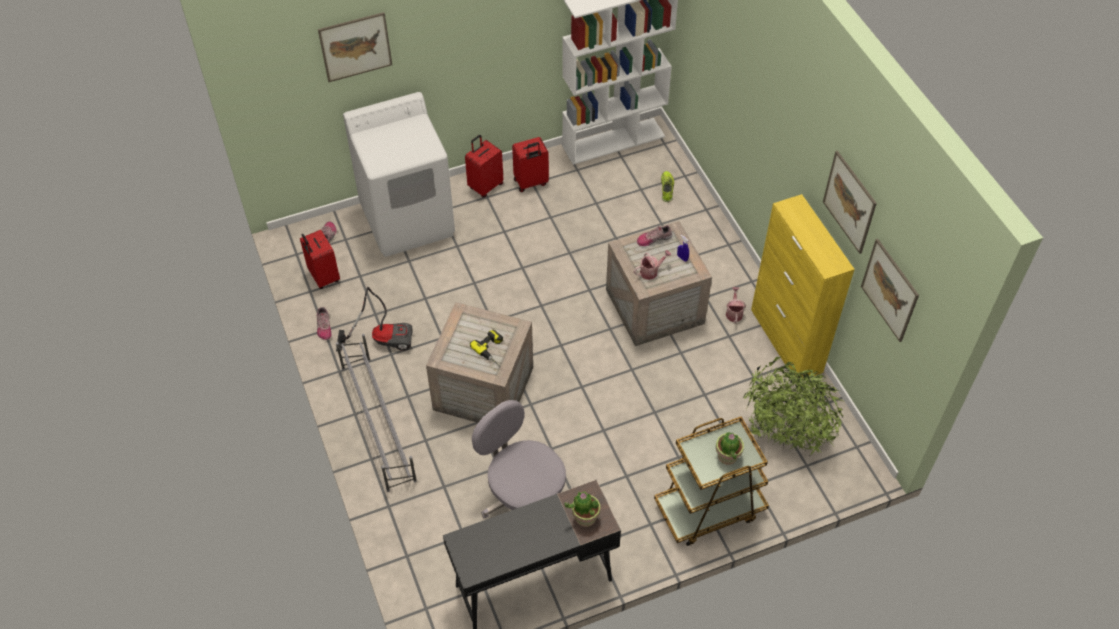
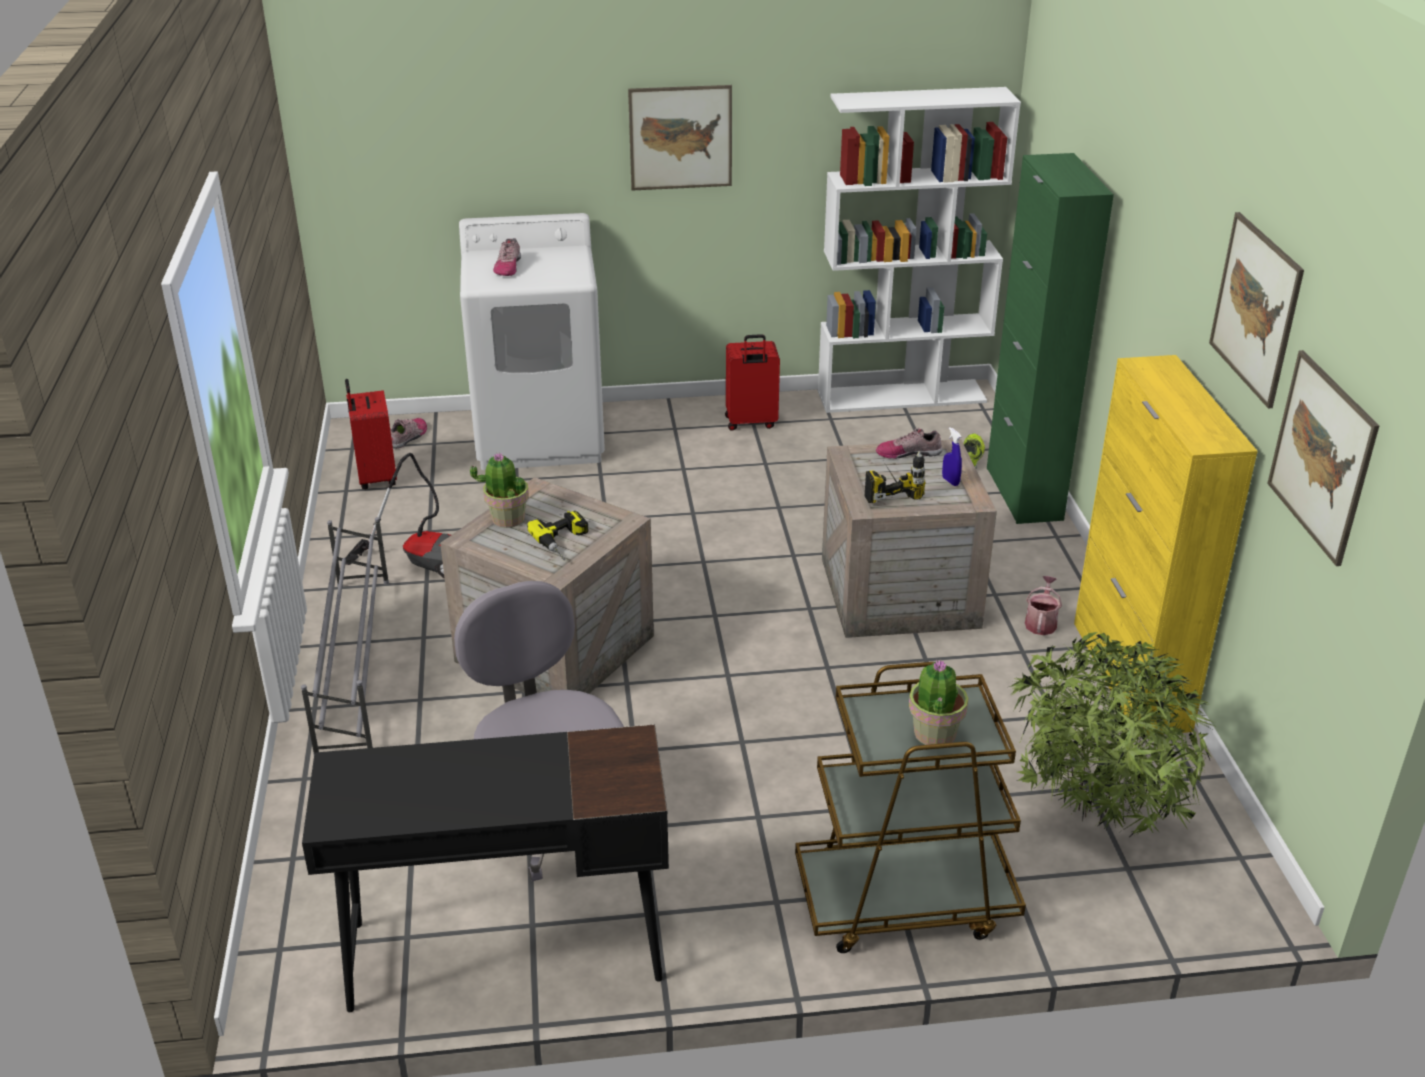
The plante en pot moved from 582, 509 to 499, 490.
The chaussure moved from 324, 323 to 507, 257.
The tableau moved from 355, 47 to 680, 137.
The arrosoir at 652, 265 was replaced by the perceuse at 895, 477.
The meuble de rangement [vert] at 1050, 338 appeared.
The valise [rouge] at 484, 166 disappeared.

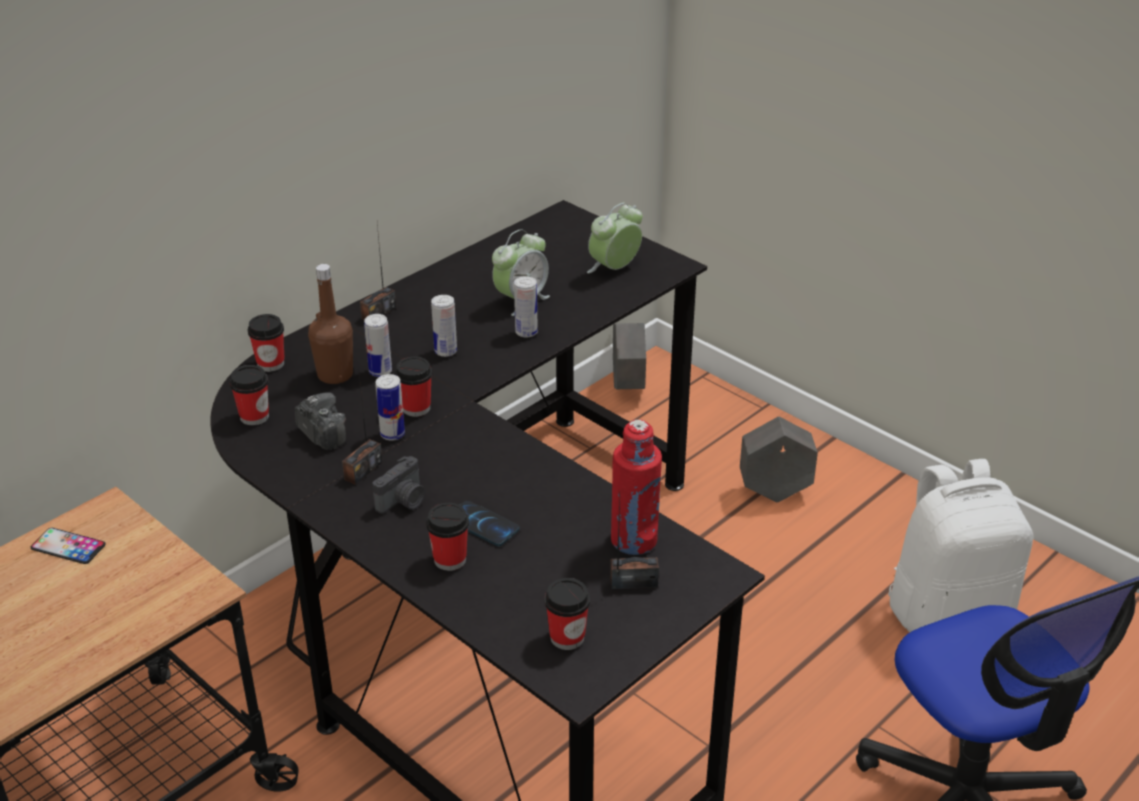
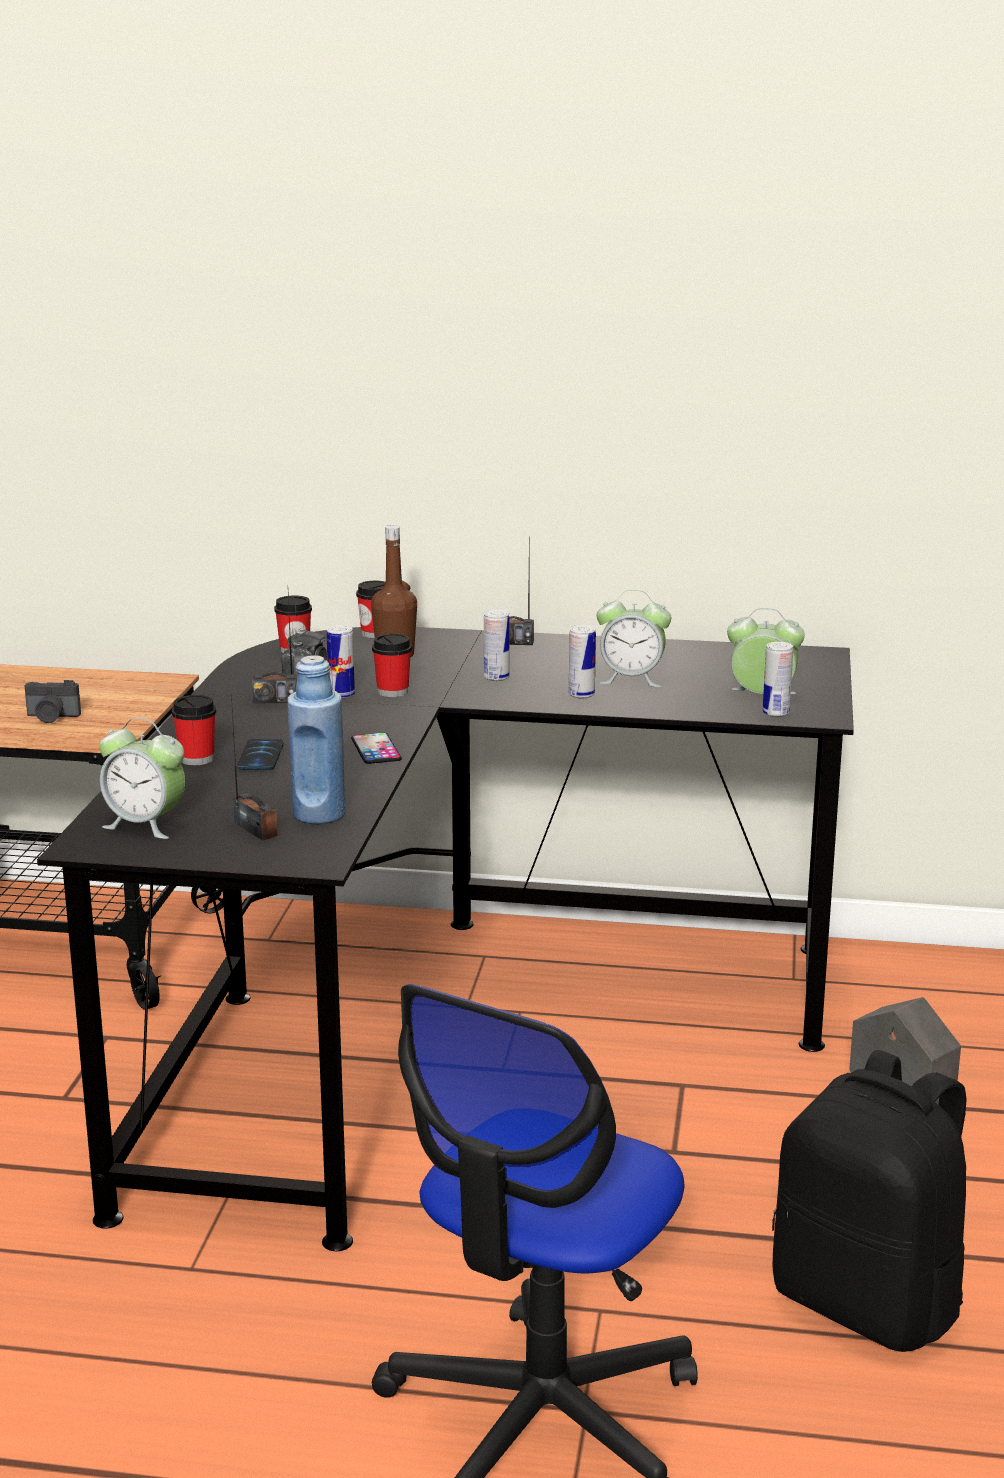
The appareil photo moved from 398, 485 to 52, 701.
The tasse at 567, 614 was replaced by the réveil at 142, 778.
The bouteille [rouge] at 636, 487 became the bouteille [bleu] at 316, 740.
The téléphone moved from 68, 546 to 376, 748.
The boîte métallique moved from 378, 345 to 778, 679.
The sac à dos [blanc] at 960, 545 became the sac à dos [noir] at 869, 1201.
The cache-pot [gris] at 629, 356 disappeared.

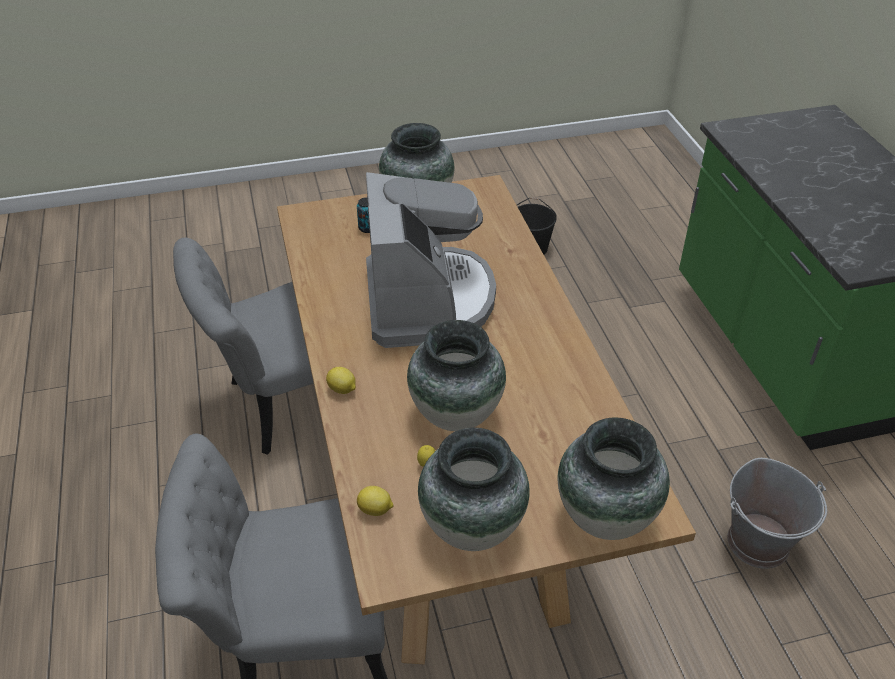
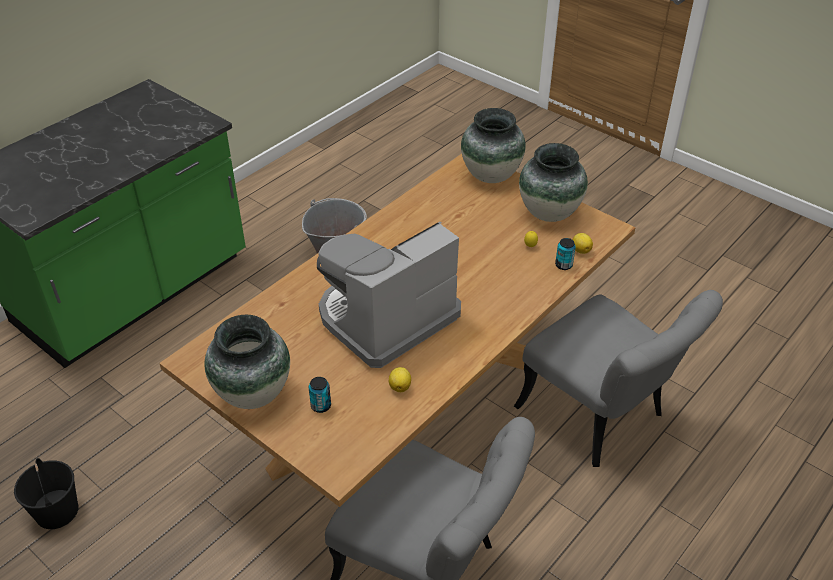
The citron moved from 341, 380 to 400, 379.
The boîte métallique at 565, 254 appeared.
The vase at 456, 375 disappeared.

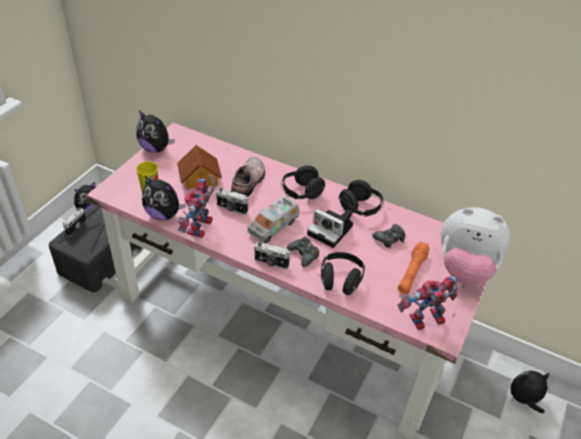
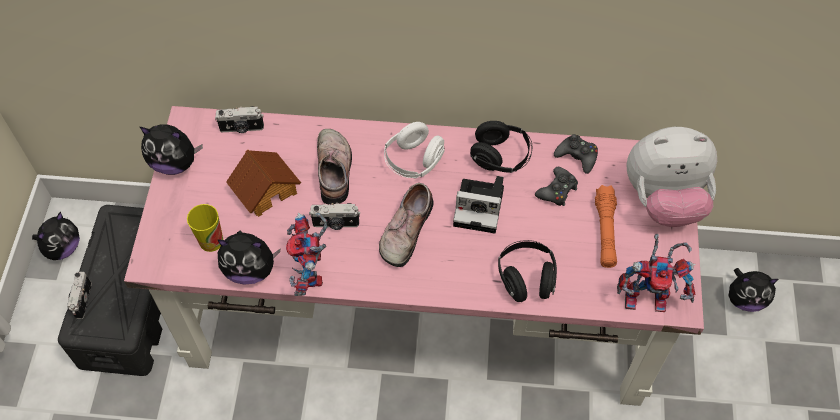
The appareil photo moved from 272, 255 to 239, 119.
The camion jouet at 273, 219 was replaced by the chaussure at 406, 225.
The casque audio [noir] at 303, 182 became the casque audio [blanc] at 414, 150.
The manette [noir] moved from 303, 252 to 576, 154.
The robot jouet at 427, 303 turned 135 degrees counterclockwise.
The peluche at 530, 392 turned 150 degrees counterclockwise.

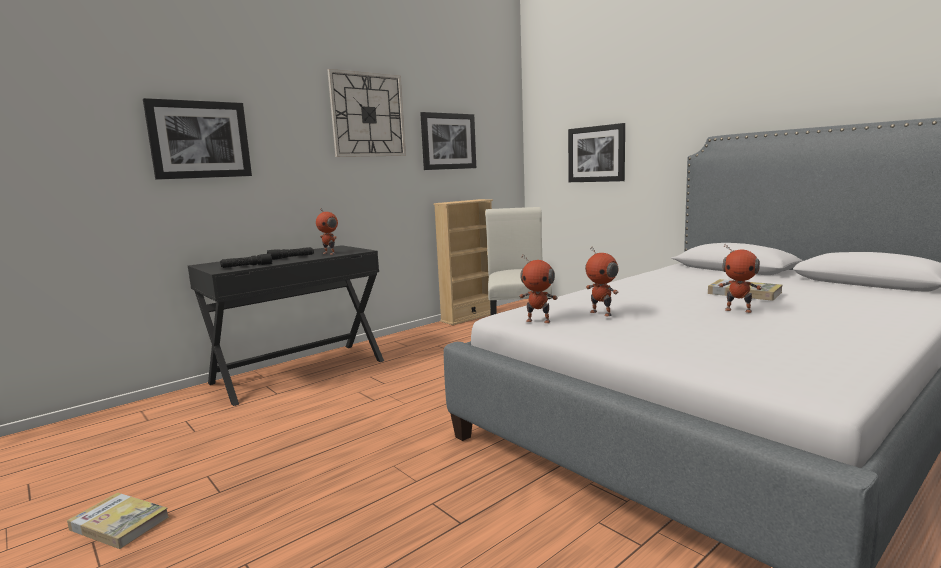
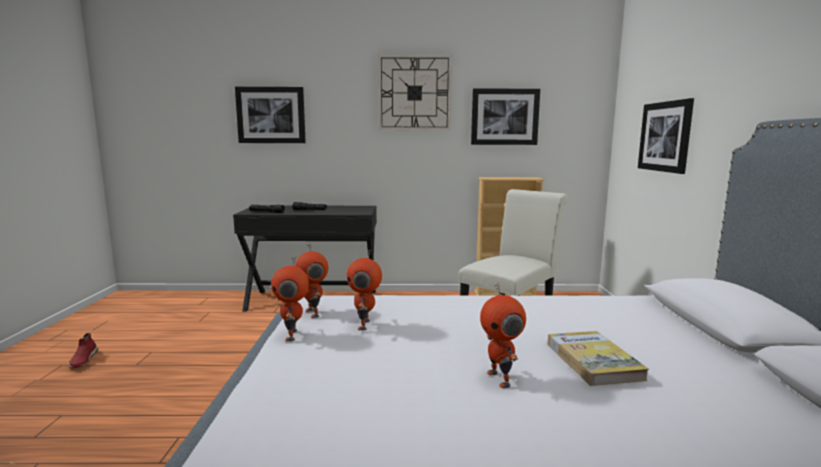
The livre at 118, 521 was replaced by the chaussure [rouge] at 84, 350.
The robot jouet moved from 327, 232 to 290, 300.

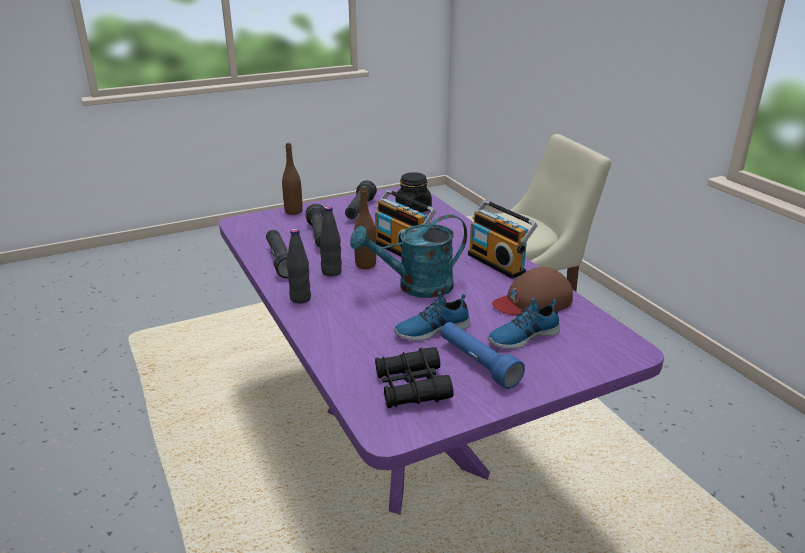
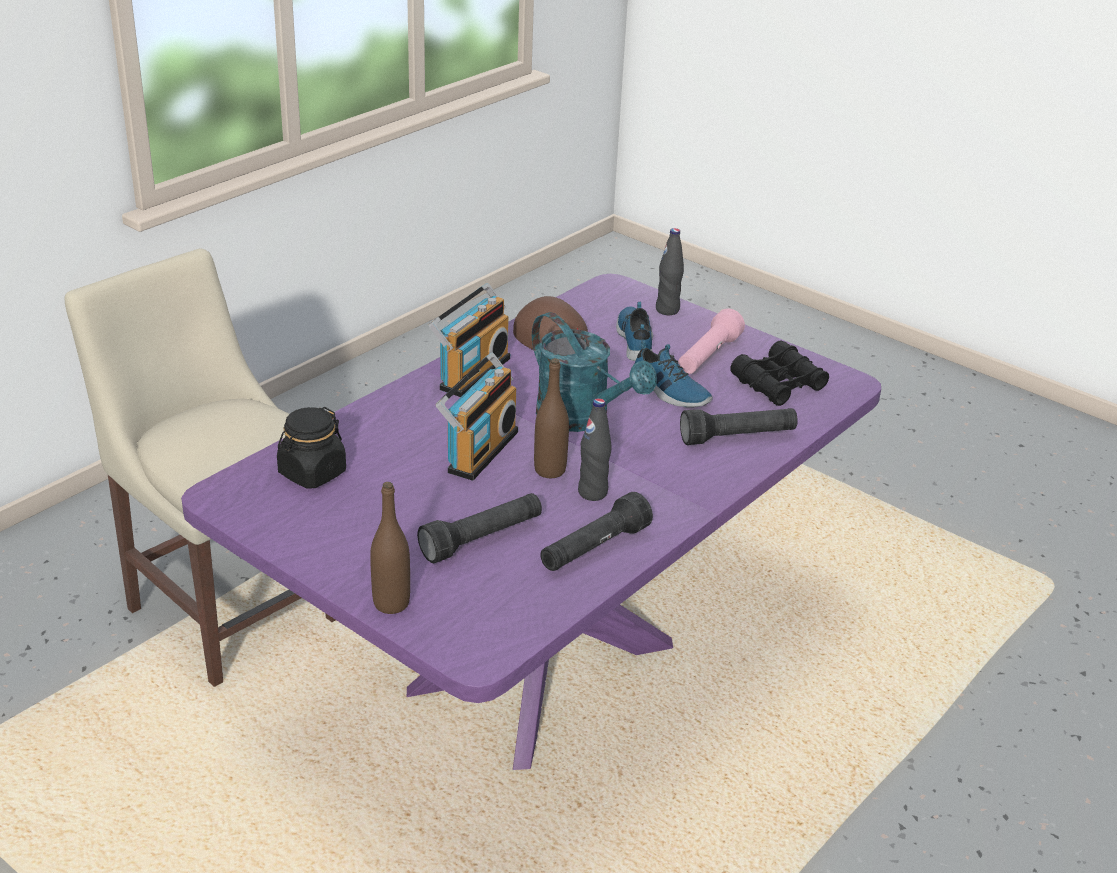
The chaussure at 524, 323 turned 135 degrees counterclockwise.
The bouteille [noir] moved from 299, 266 to 670, 271.
The lampe de poche [bleu] at 482, 355 became the lampe de poche [rose] at 711, 341.
The lampe de poche [noir] moved from 361, 199 to 739, 426.

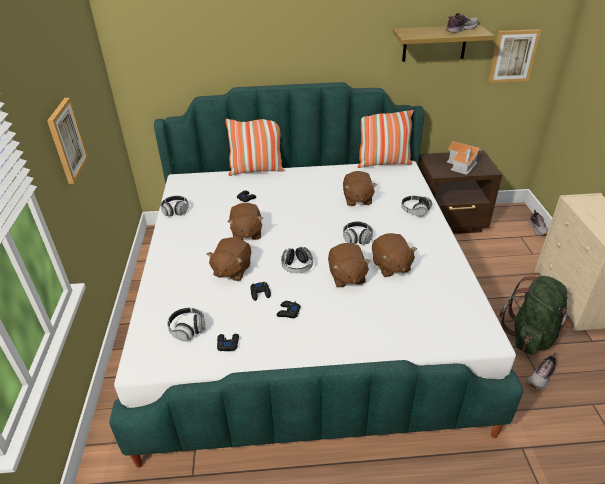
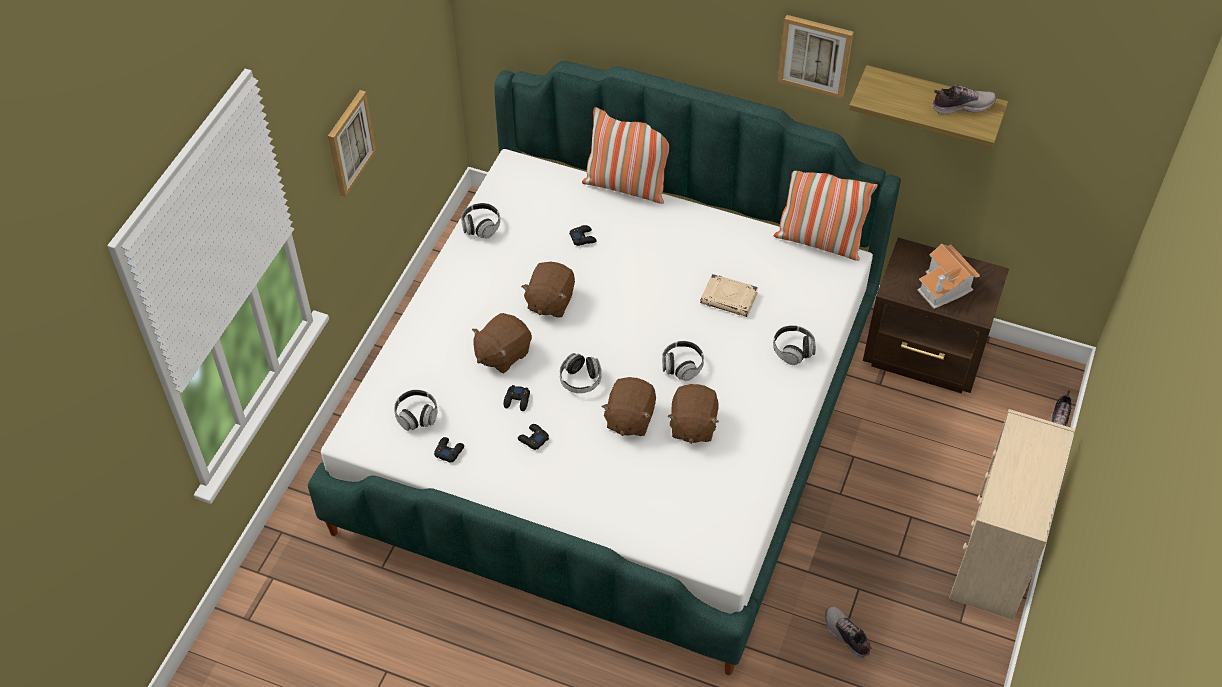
The peluche [marron] at 360, 188 was replaced by the livre [beige] at 729, 295.
The tableau moved from 514, 56 to 816, 57.
The chaussure at 542, 371 turned 75 degrees clockwise.
The sac à dos [vert] at 535, 315 disappeared.

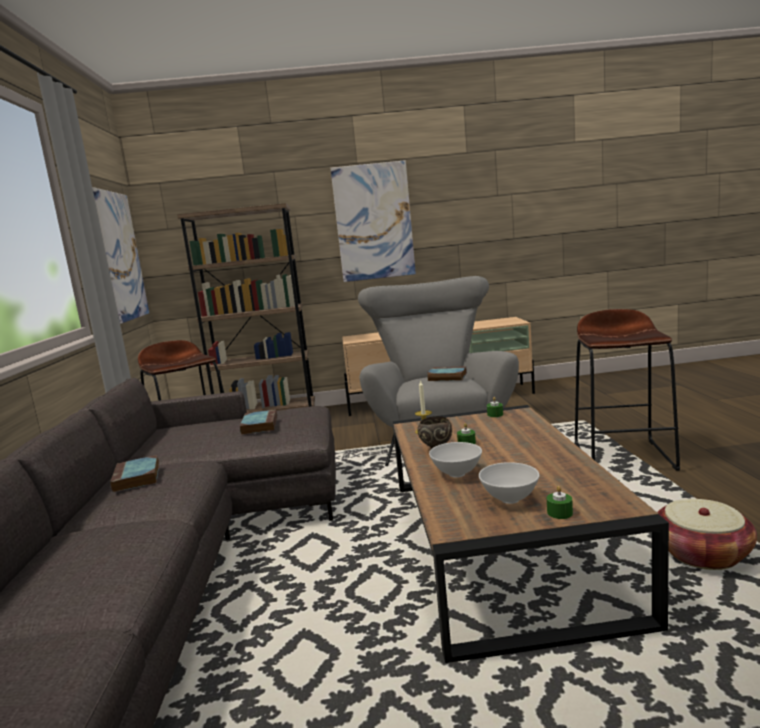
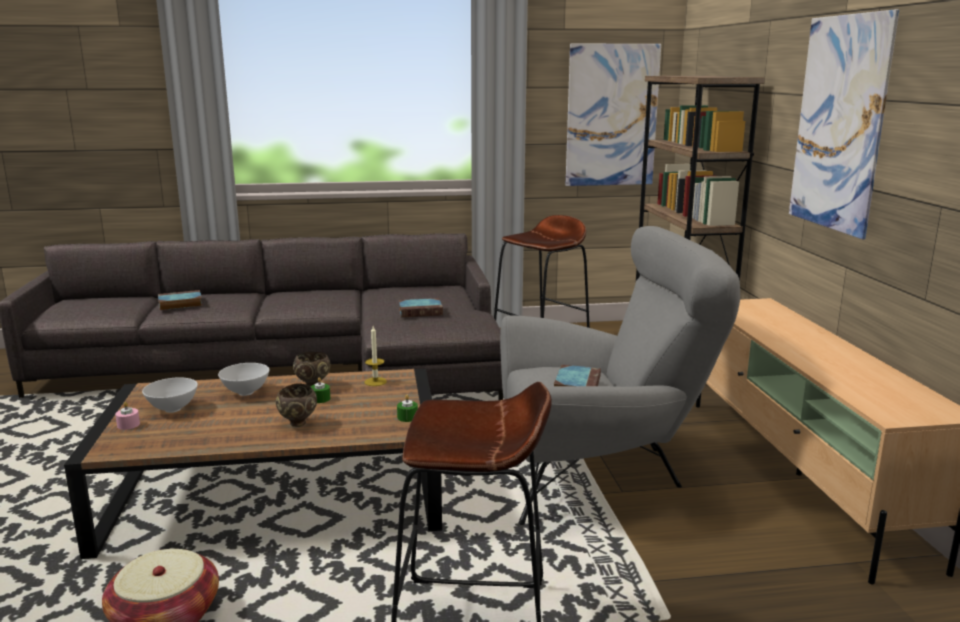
The bougie [vert] at 560, 502 became the bougie [rose] at 127, 416.
The livre moved from 134, 473 to 180, 300.
The bol [marron] at 296, 405 appeared.

